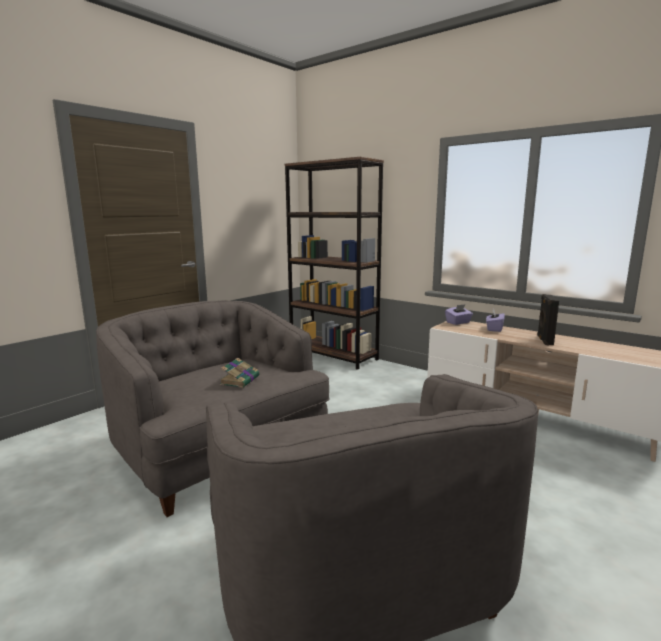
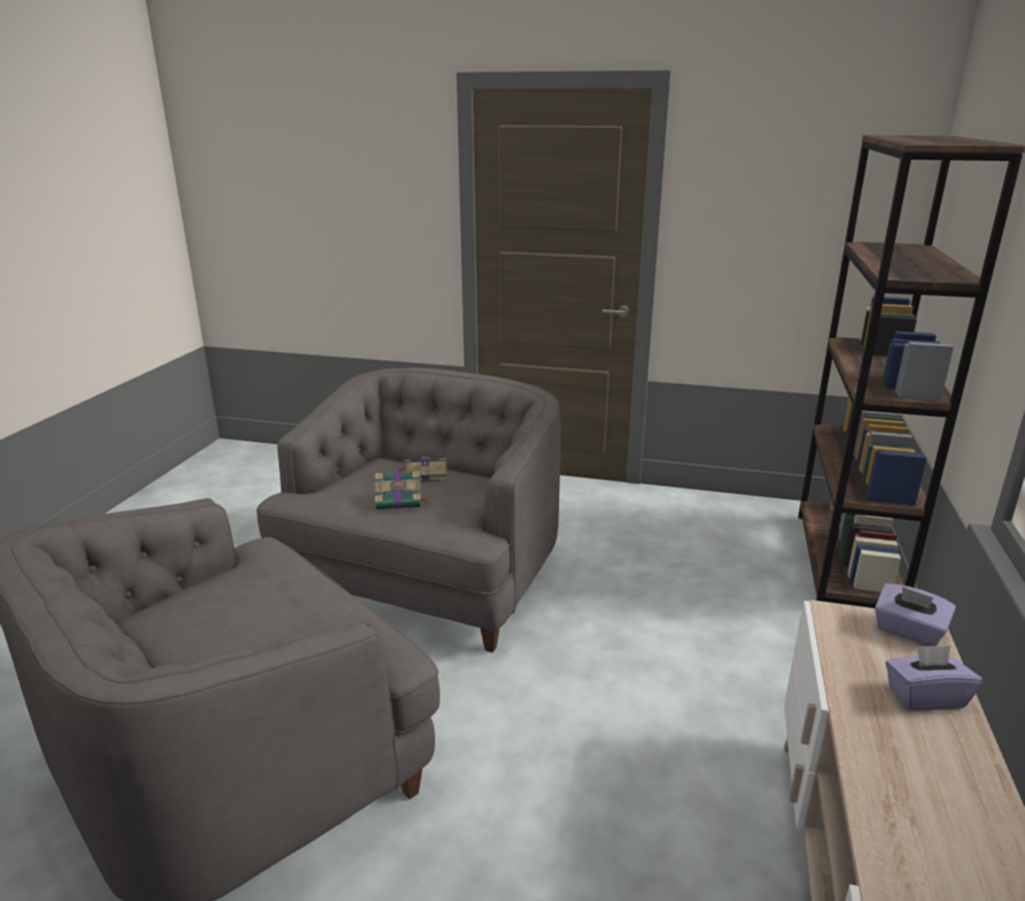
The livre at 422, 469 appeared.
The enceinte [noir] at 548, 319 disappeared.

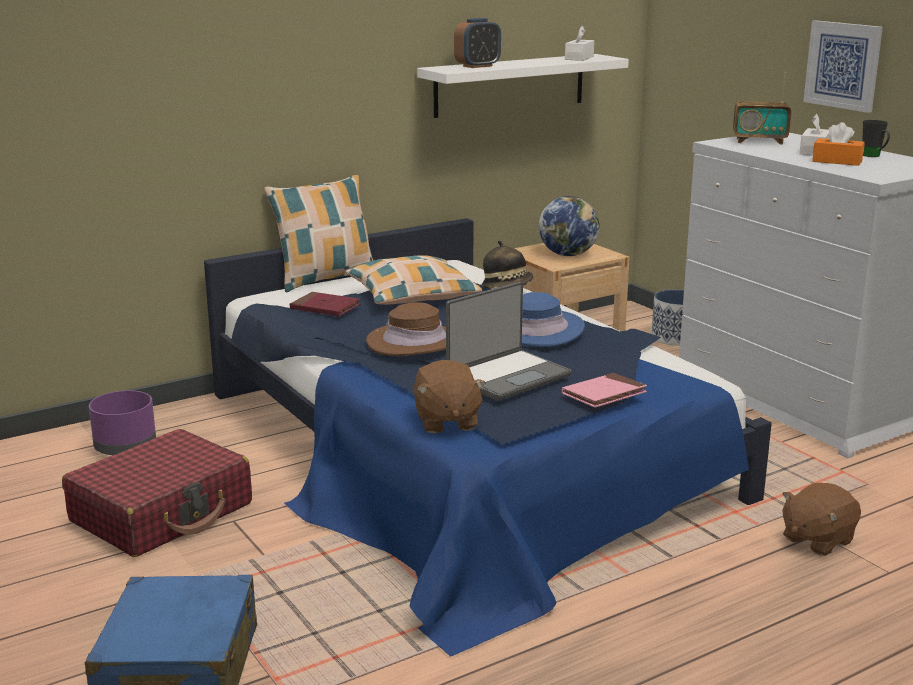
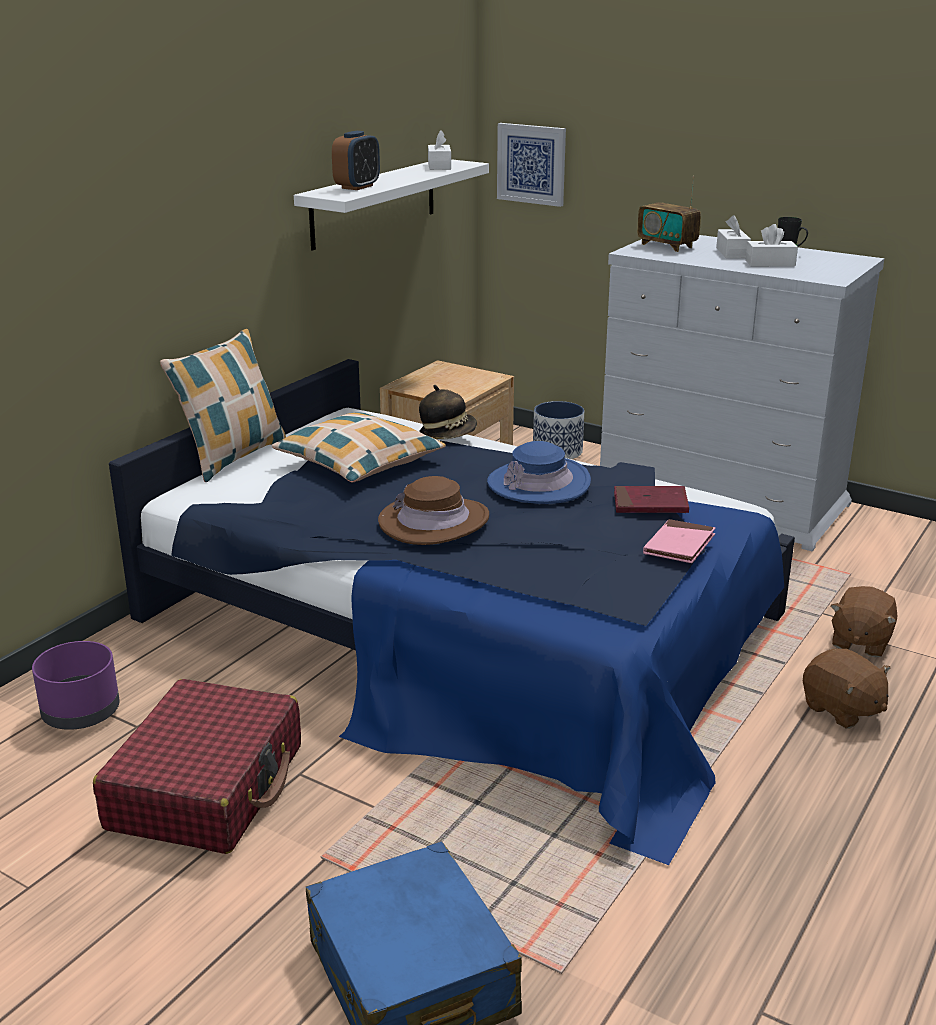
The tableau moved from 843, 66 to 531, 165.
The livre [rouge] moved from 325, 304 to 651, 499.
The radio at 762, 108 turned 60 degrees clockwise.
The boîte à mouchoirs [orange] at 838, 144 became the boîte à mouchoirs [blanc] at 771, 245.
The peluche [marron] moved from 449, 397 to 847, 688.
The ordinateur portable at 509, 341 disappeared.
The globe at 569, 226 disappeared.

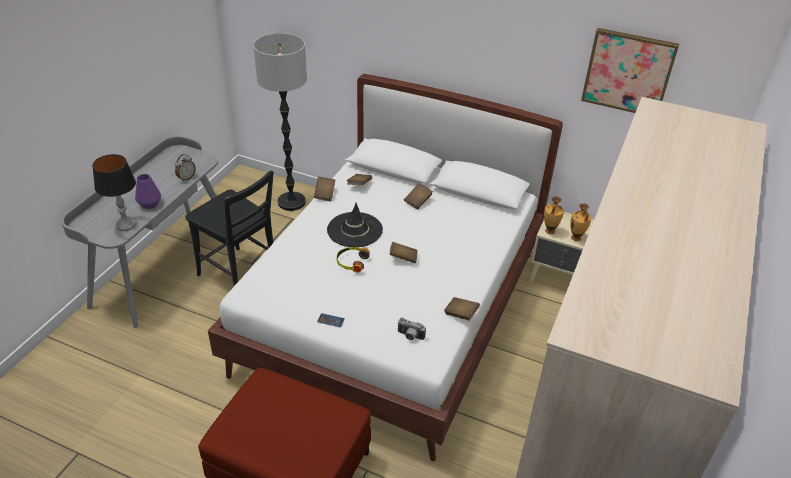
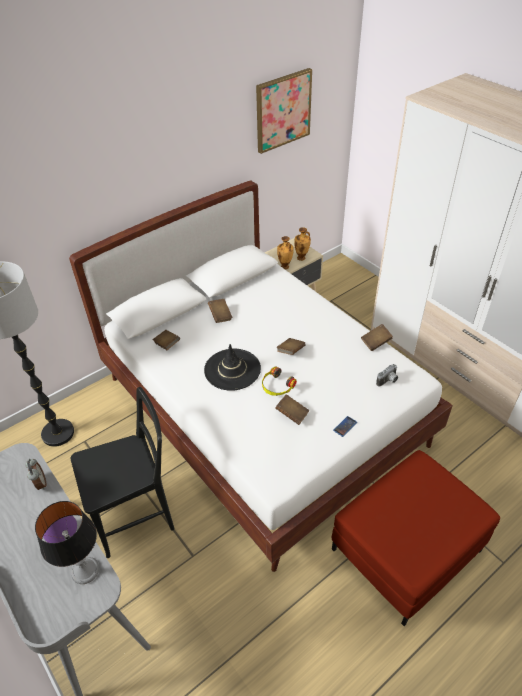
The livre [marron] moved from 324, 189 to 292, 409.

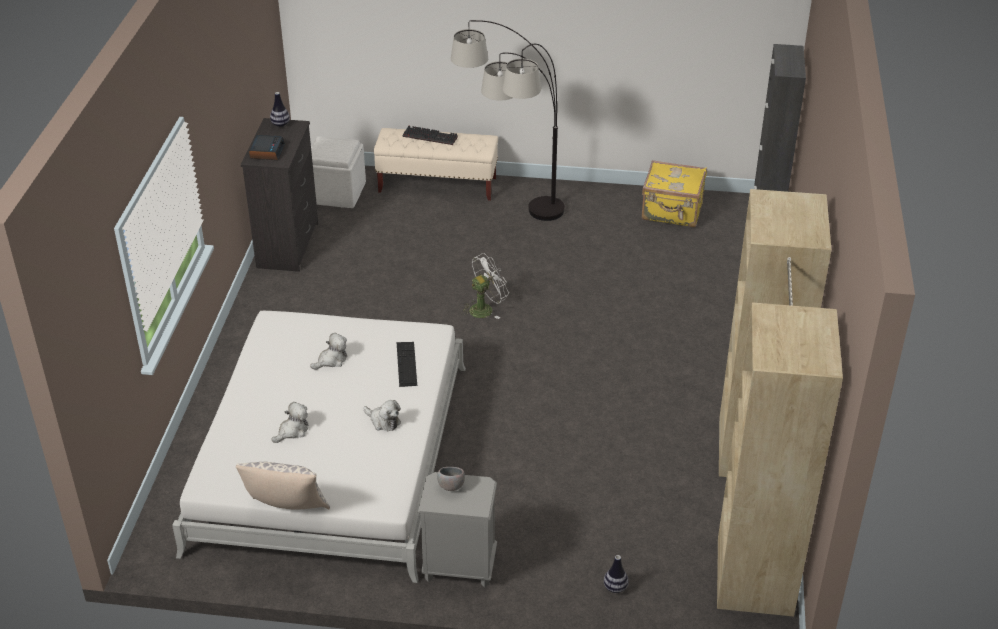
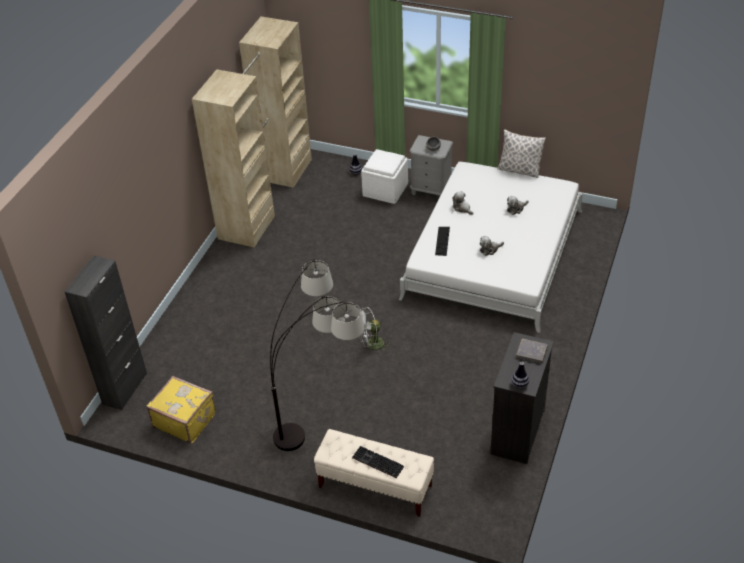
The pouf [blanc] moved from 338, 172 to 384, 176.
The réveil at 267, 147 was replaced by the livre [gris] at 532, 351.

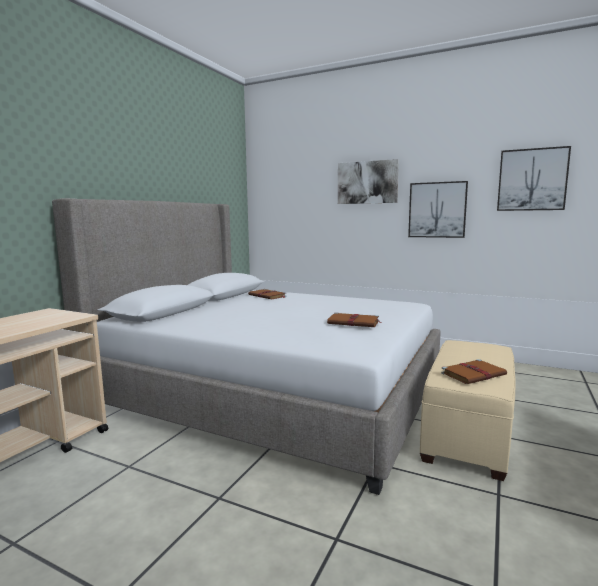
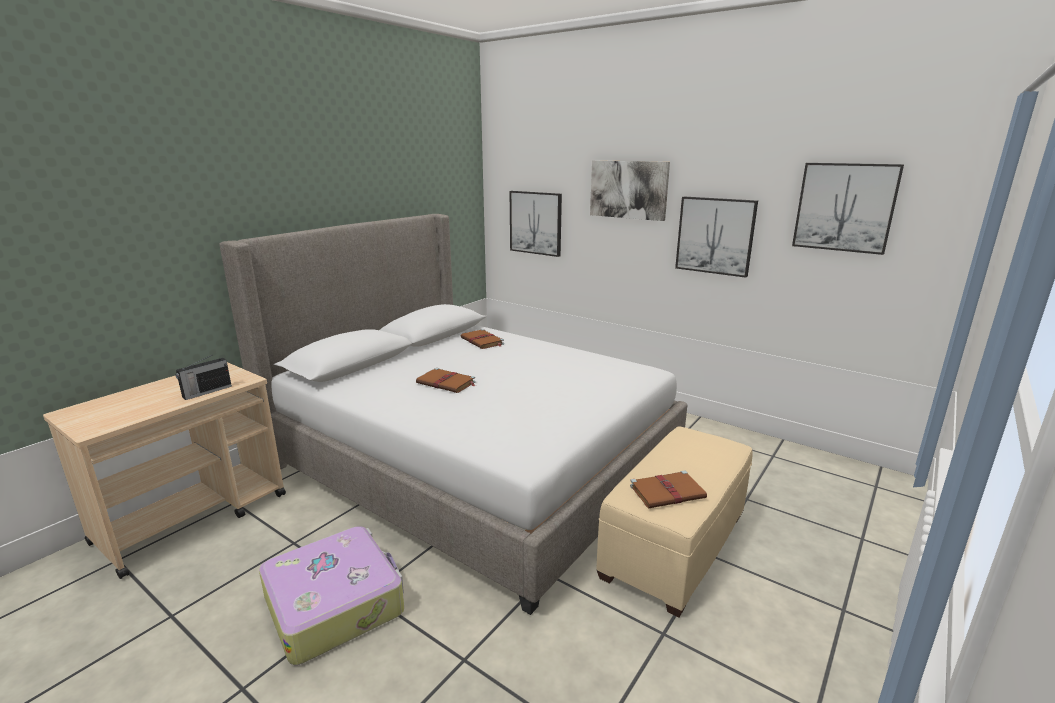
The radio at 203, 377 appeared.
The valise at 331, 595 appeared.
The livre [marron] moved from 354, 319 to 446, 380.
The tableau at 536, 224 appeared.

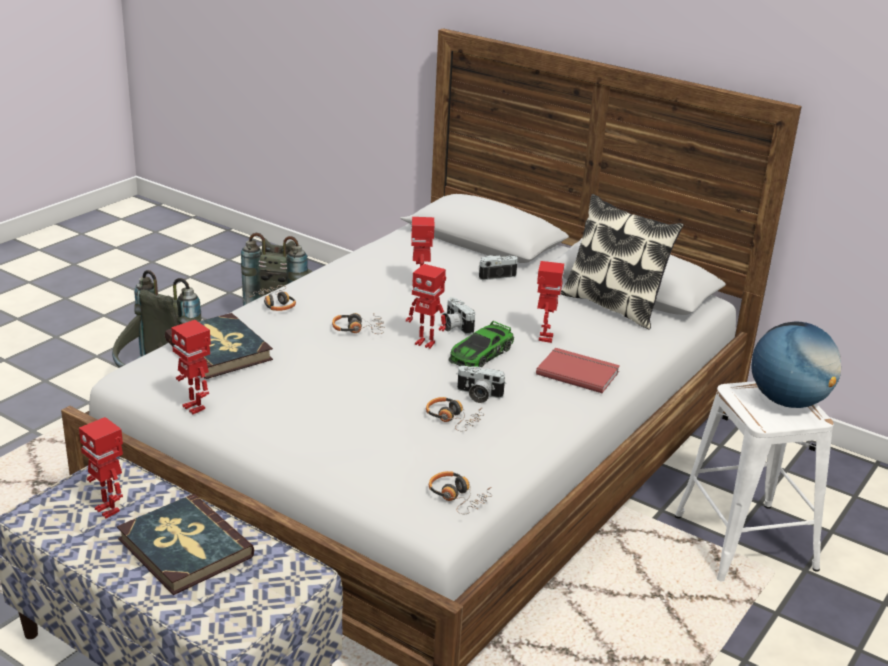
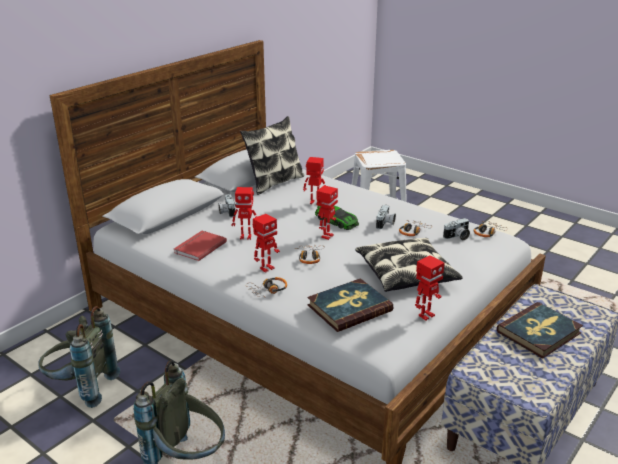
The livre [rouge] moved from 578, 370 to 200, 246.
The robot jouet moved from 101, 468 to 266, 243.
The coussin at 408, 265 appeared.
The appareil photo moved from 459, 316 to 456, 229.
The globe at 796, 365 disappeared.

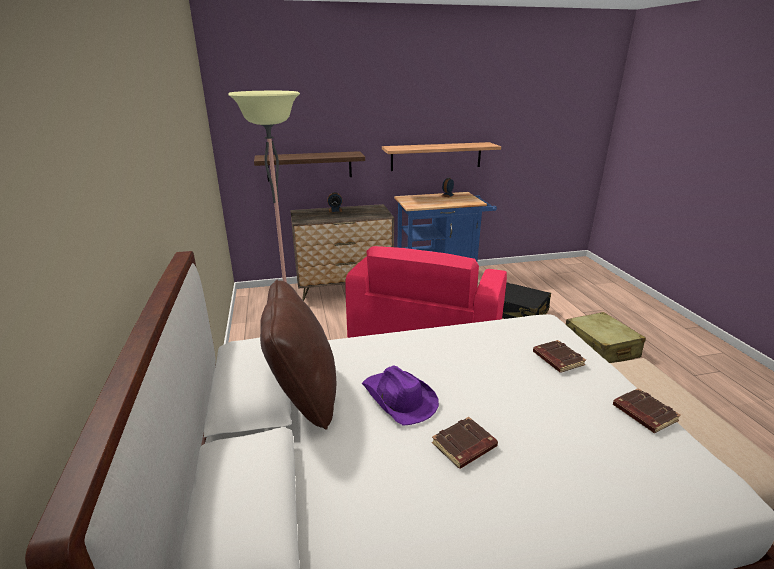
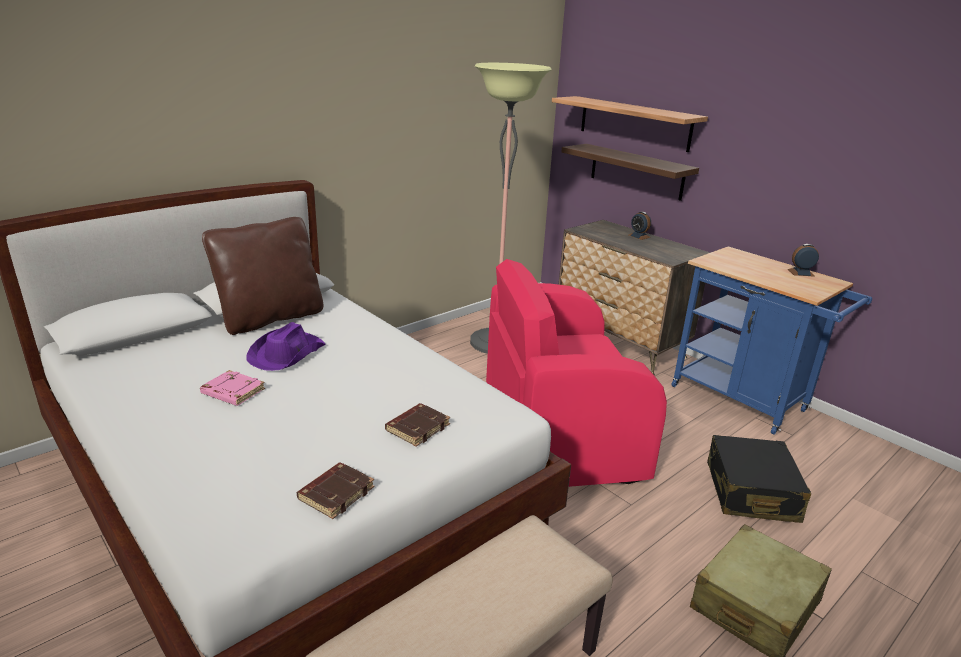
The livre [marron] at 465, 443 became the livre [rose] at 232, 388.
The étagère moved from 441, 156 to 630, 124.

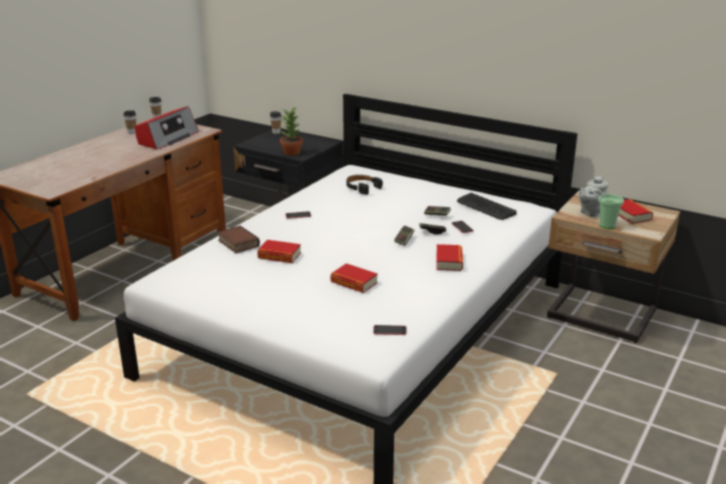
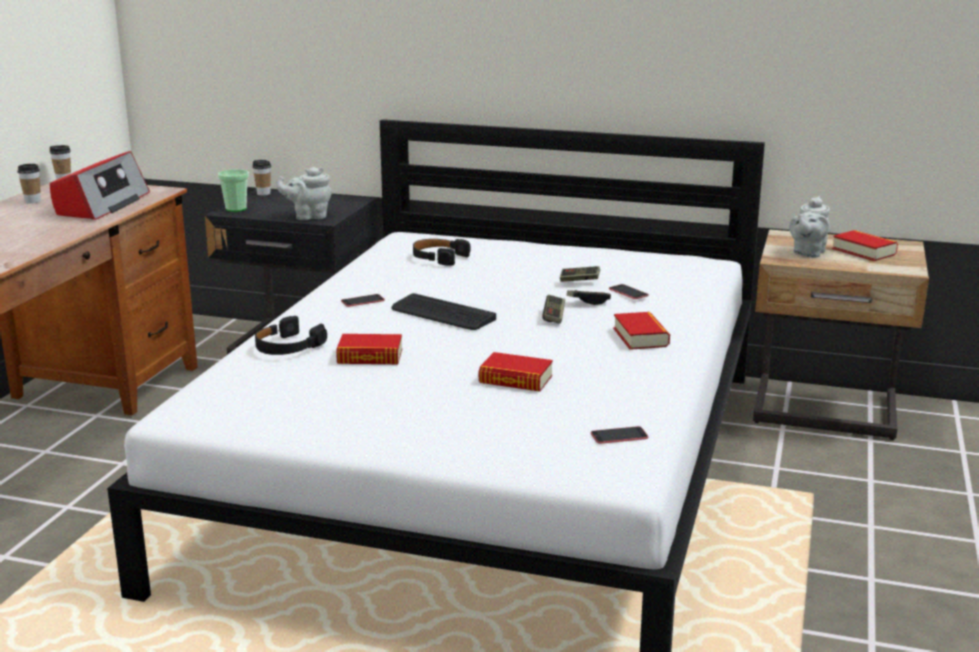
The tasse moved from 611, 211 to 233, 190.
The livre at 238, 239 was replaced by the casque audio [noir] at 291, 335.
The plante en pot at 291, 131 was replaced by the théière [gris] at 304, 193.
The clavier moved from 487, 206 to 444, 311.

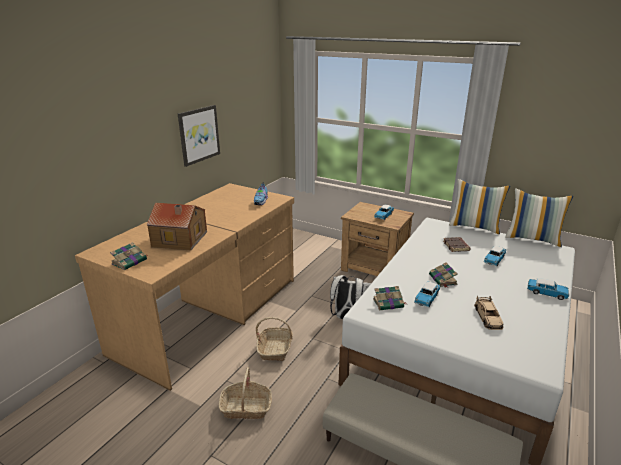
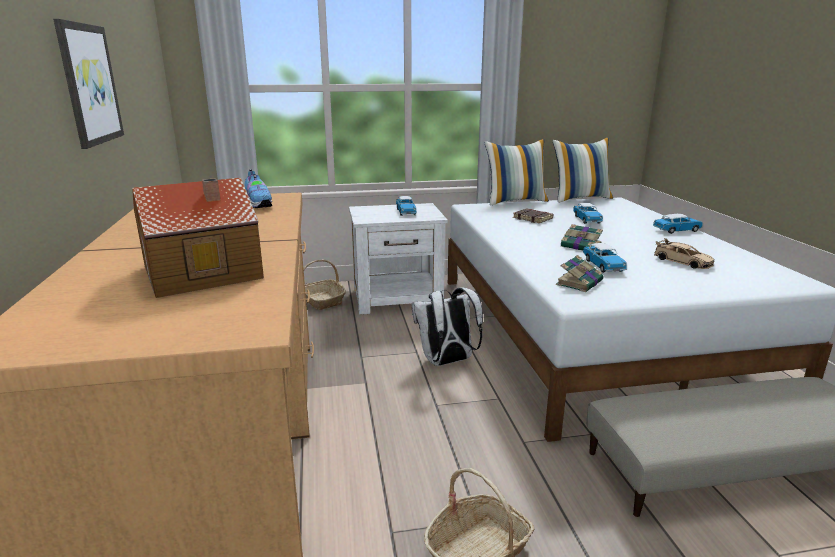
The panier moved from 274, 339 to 325, 285.
The table de chevet [marron] at 377, 239 became the table de chevet [blanc] at 398, 259.
The livre at 129, 256 disappeared.

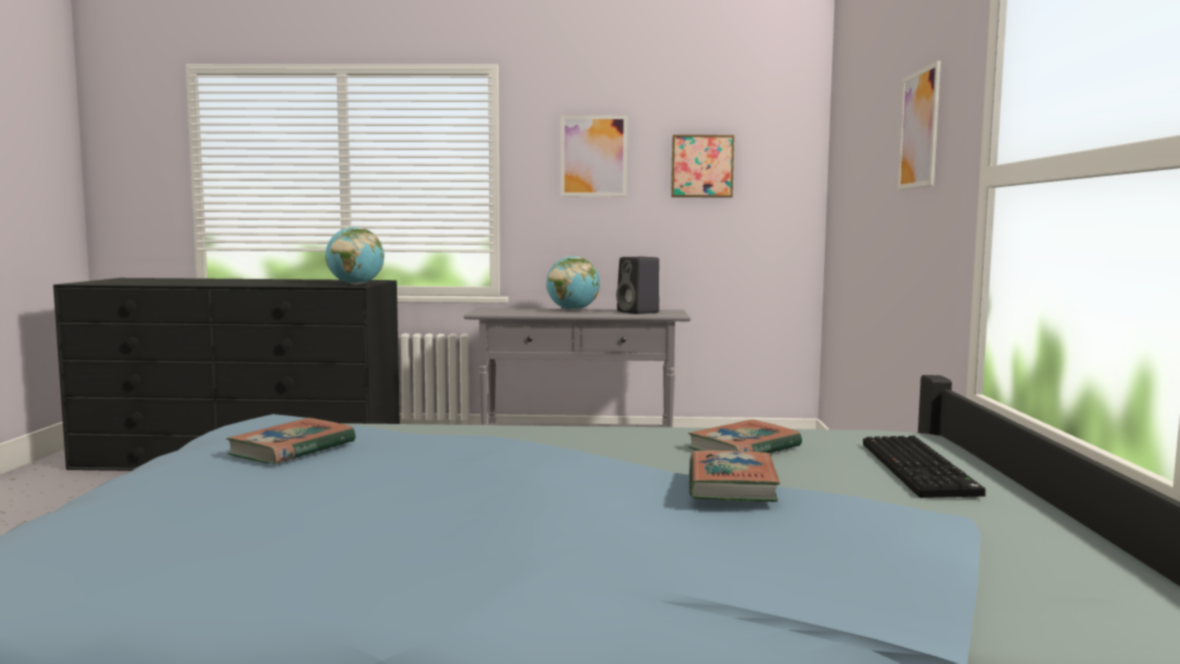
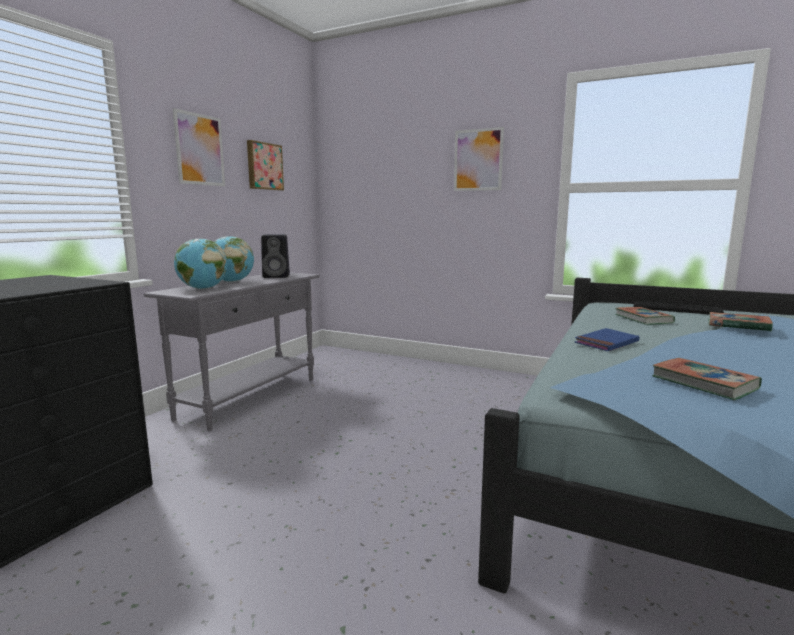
The globe moved from 354, 256 to 200, 264.
The livre [bleu] at 607, 339 appeared.

